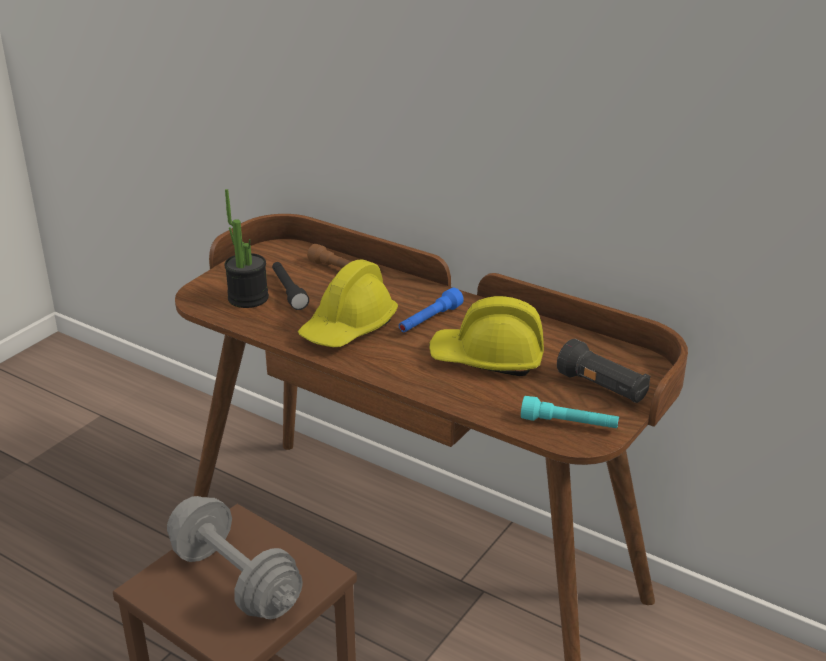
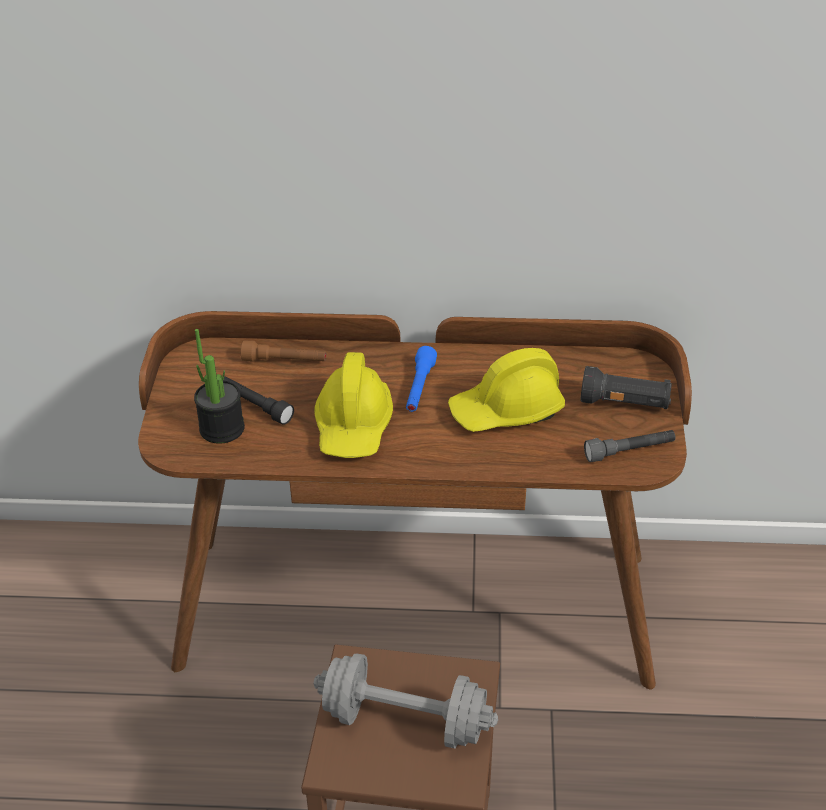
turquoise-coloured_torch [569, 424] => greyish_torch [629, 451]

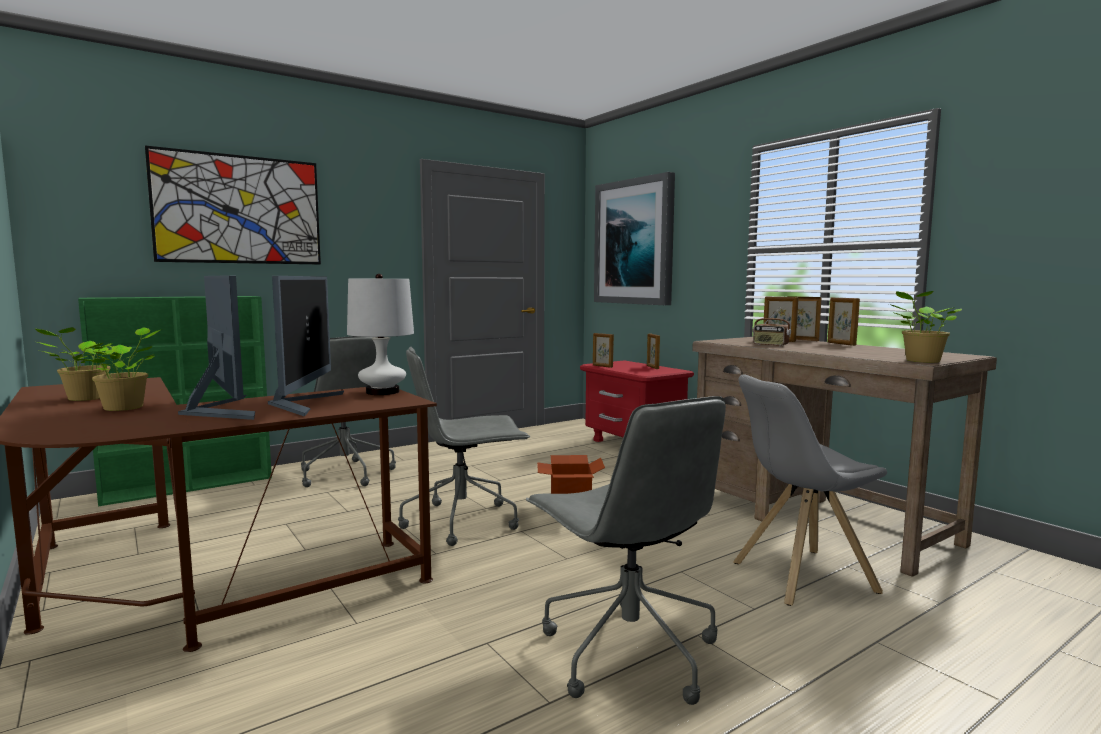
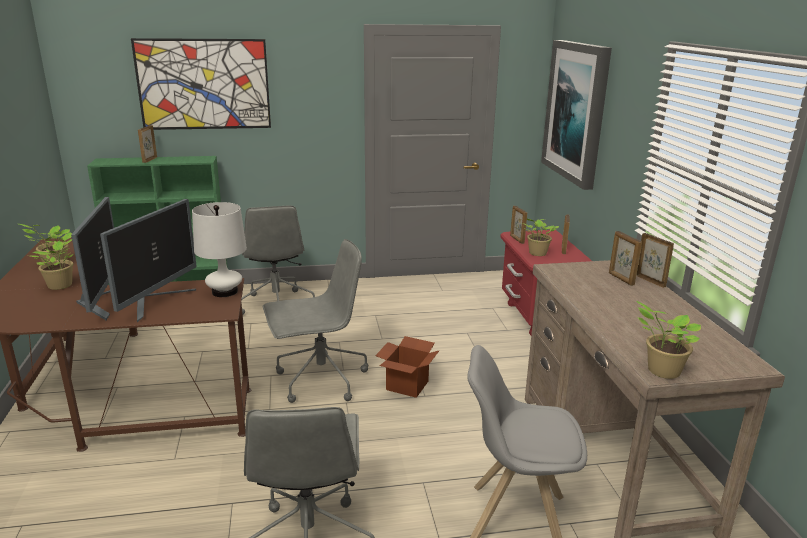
radio_set [770, 345] => nothing
nothing => houseplant [537, 253]
photo_frame [841, 344] => photo_frame [149, 160], move
greyish_desk_chair [467, 521] => greyish_desk_chair [317, 381], 150 degrees clockwise

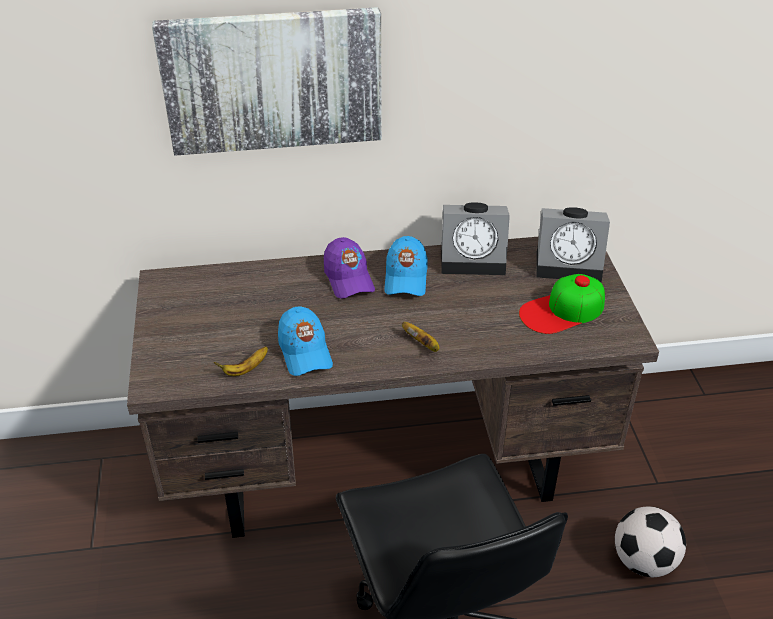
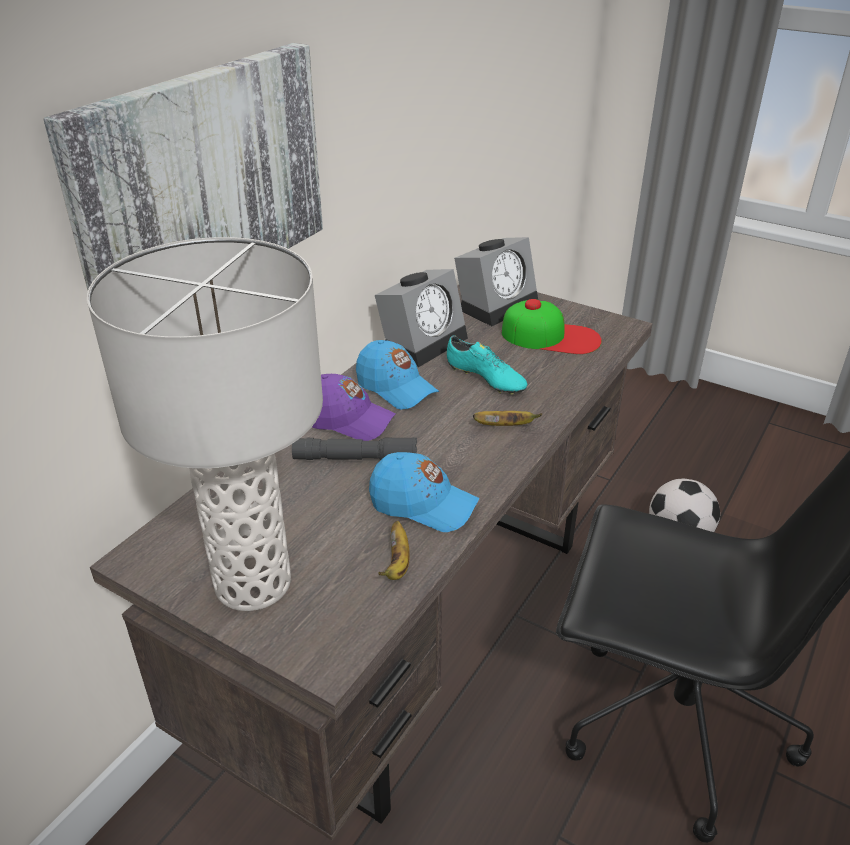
nothing => white_lamp_for_a_table [252, 581]
nothing => greyish_torch [355, 459]
nothing => turquoise-coloured_item_of_footwear [485, 379]
cap [562, 310] => cap [551, 336], 90 degrees counterclockwise

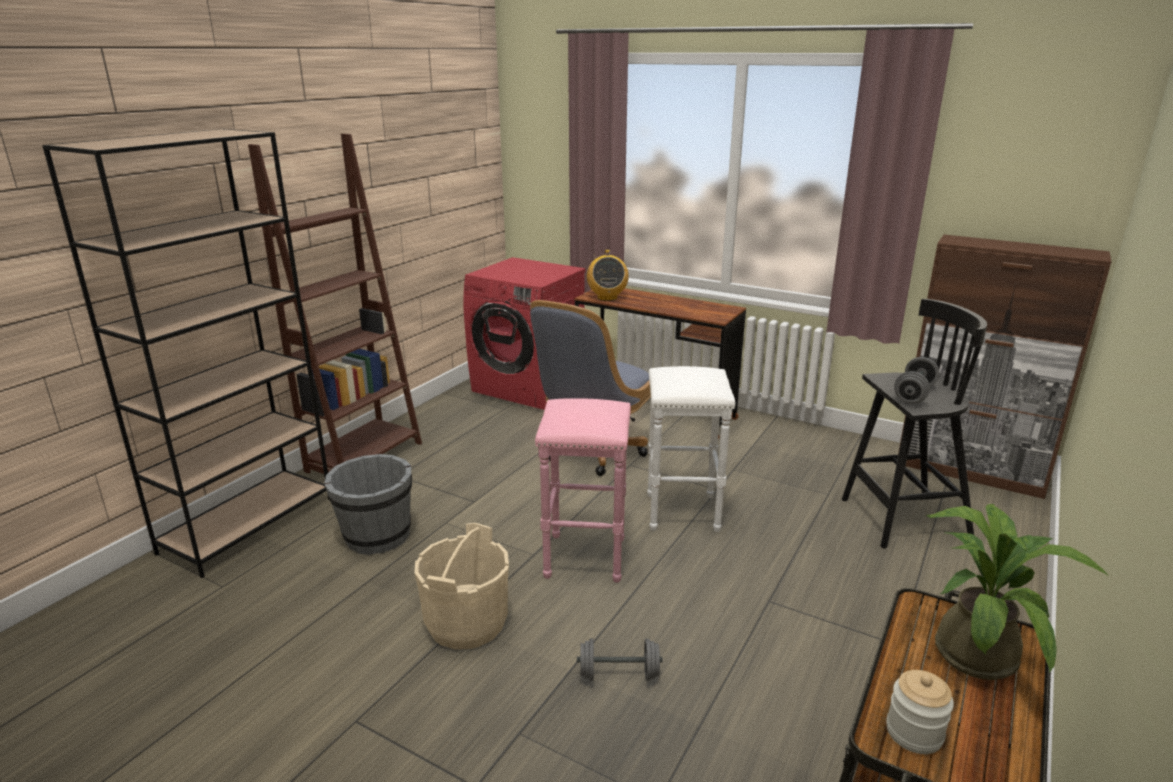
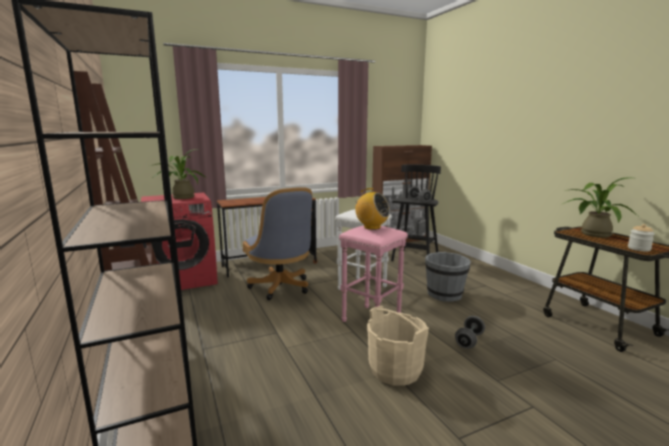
nothing => houseplant [181, 197]
greyish_pail [376, 536] => greyish_pail [445, 294], move
radio_set [607, 298] => radio_set [371, 227], move

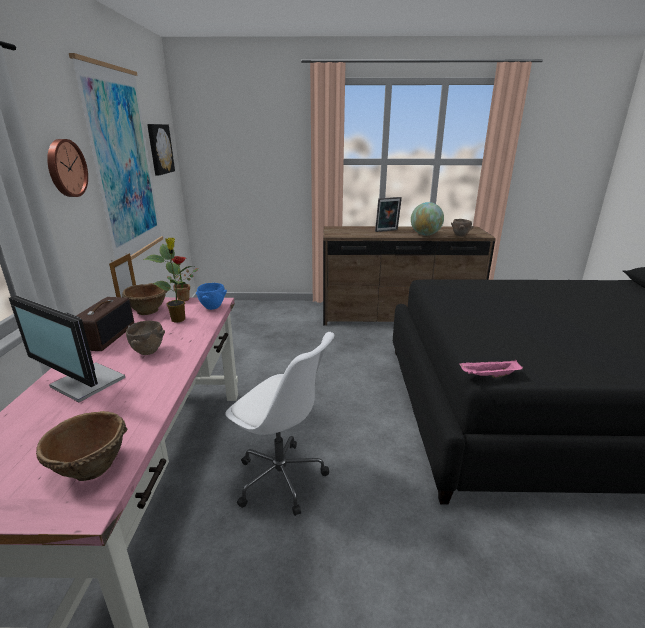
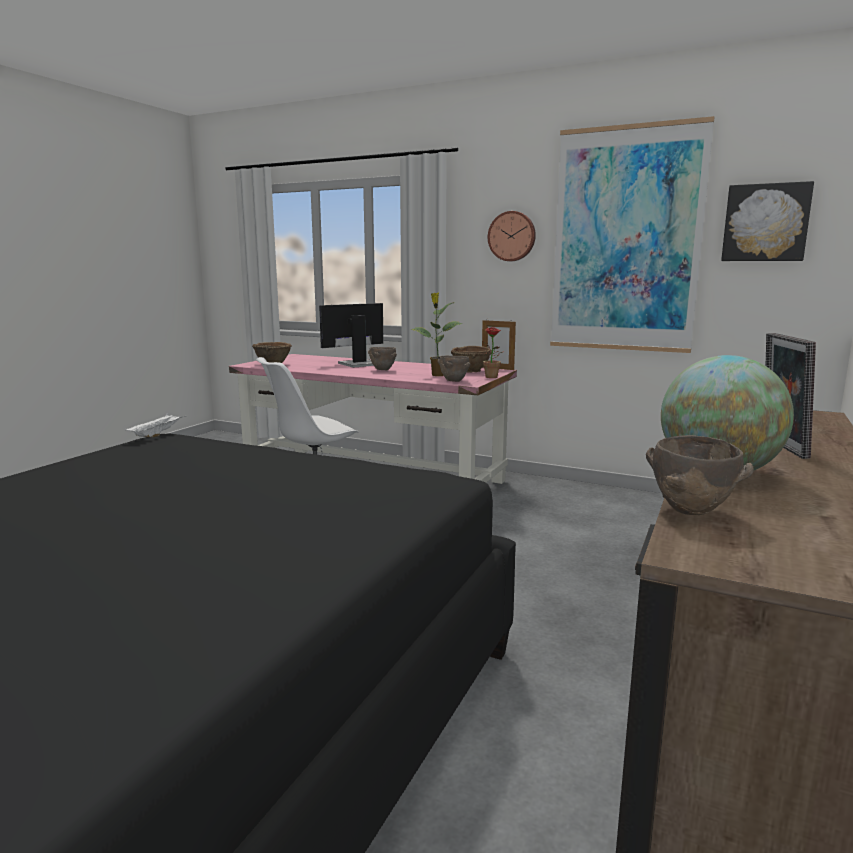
radio_set [107, 336] => nothing
blue_serving_bowl [212, 308] => brown_serving_bowl [454, 381]
pink-coloured_carrying_tray [488, 376] => white_carrying_tray [157, 434]

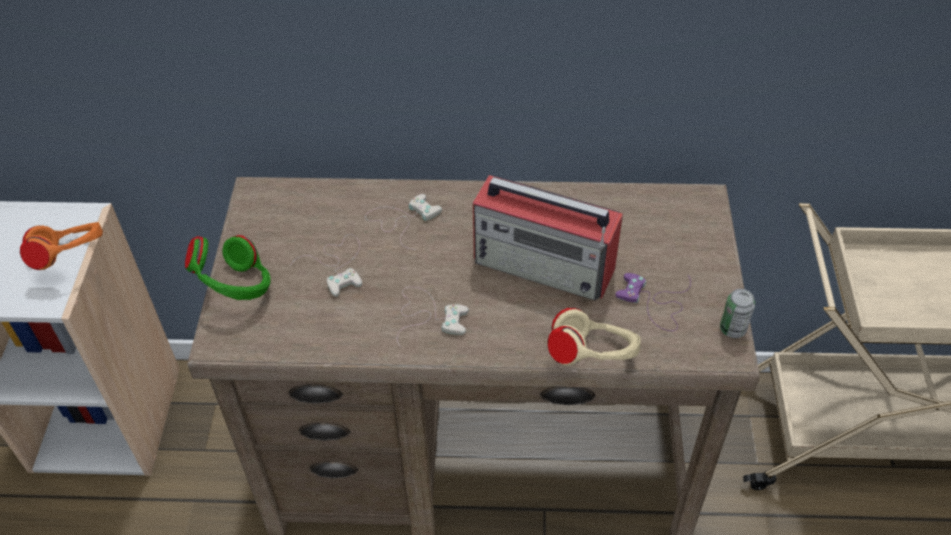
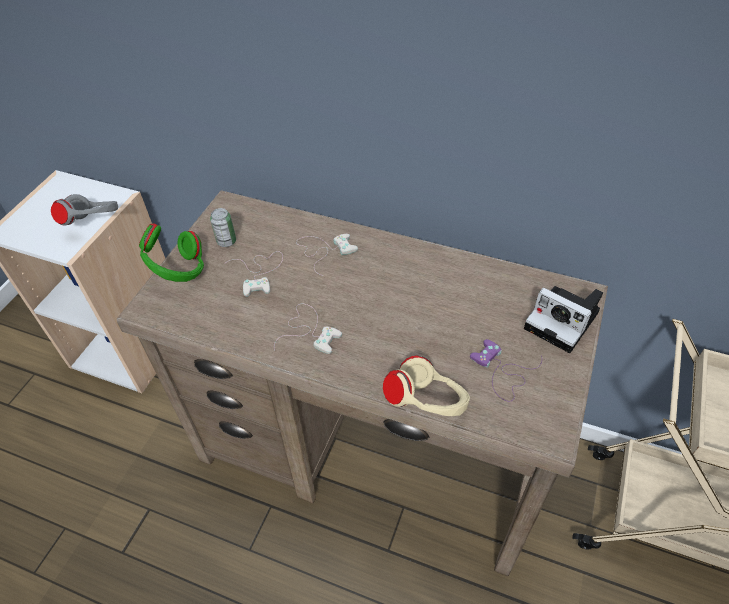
radio_set [545, 265] => nothing
nothing => still_camera [564, 321]
can [732, 329] => can [226, 241], move
orange_headset [71, 258] => greyish_headset [94, 223]

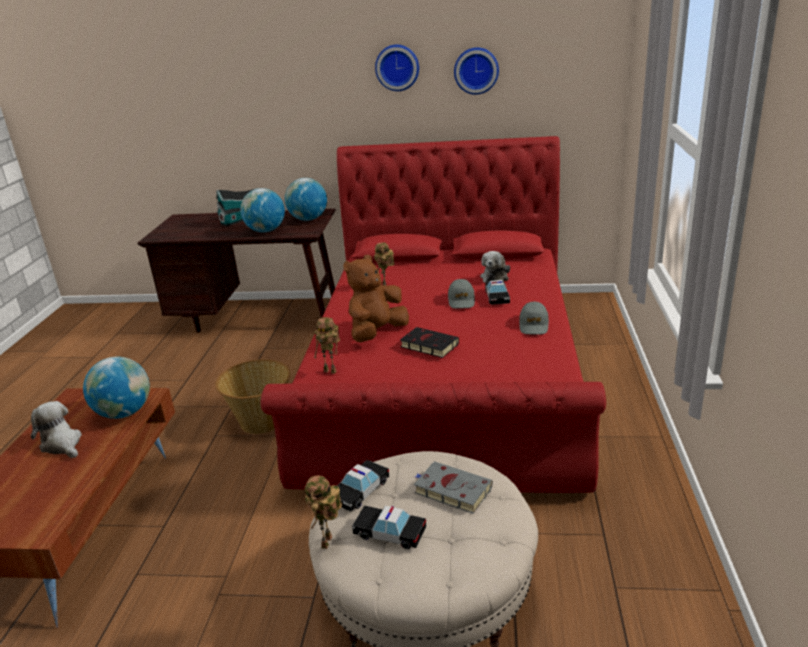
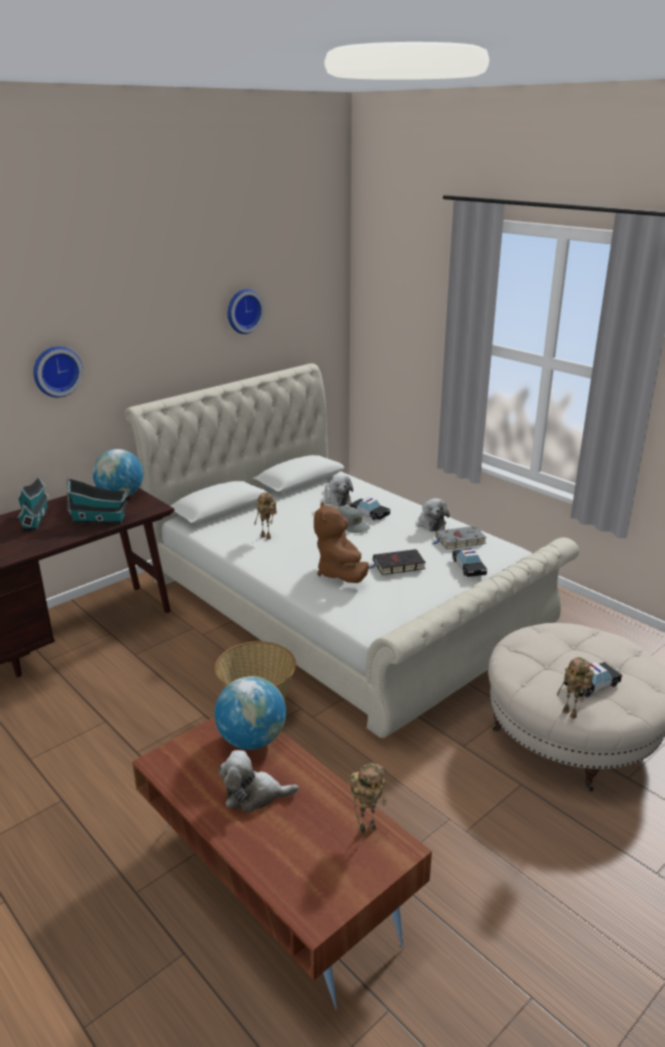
toy_robot [331, 371] => toy_robot [367, 828], move
model_car [360, 491] => model_car [468, 567], move
clock_on_the_wall [397, 67] => clock_on_the_wall [56, 371], move
greyish_bound_book [451, 490] => greyish_bound_book [459, 540], move
globe [266, 231] => miniature_house [101, 520]
greyish_cap [534, 325] => soft_toy [431, 523]
red-coloured_bed [445, 377] => beige-coloured_bed [342, 602]

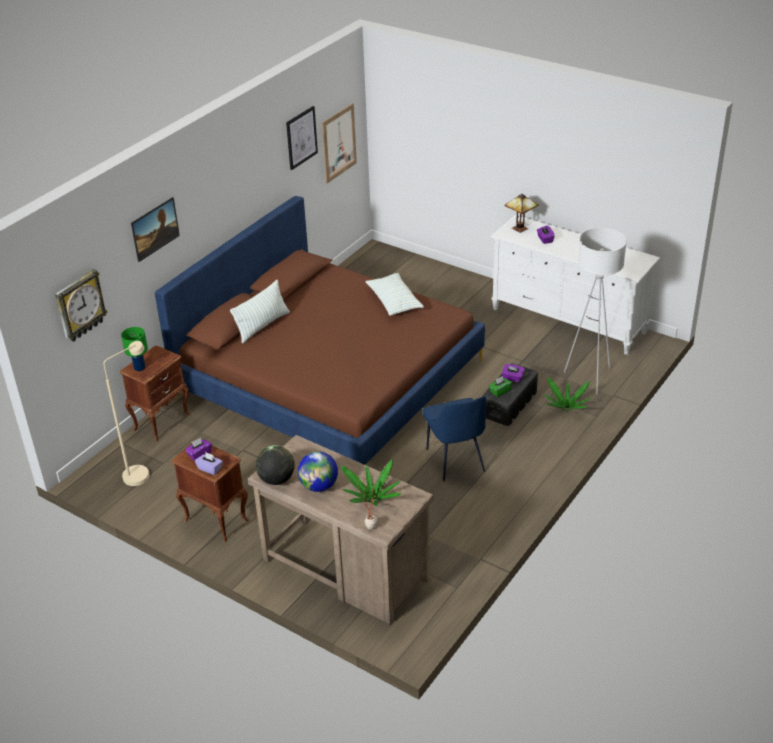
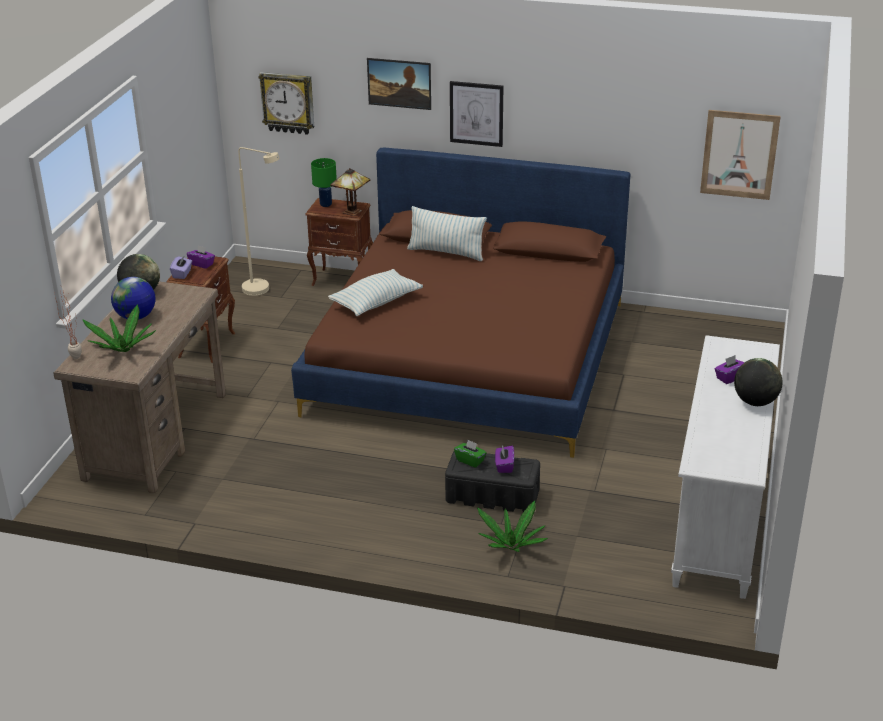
blue_chair [456, 460] => nothing
white_floor_lamp [589, 378] => nothing
nothing => globe [755, 402]
wall_art [301, 137] => wall_art [476, 113], move
throw_pillow [394, 302] => throw_pillow [376, 302], move
lamp_for_a_table [521, 228] => lamp_for_a_table [352, 212], move

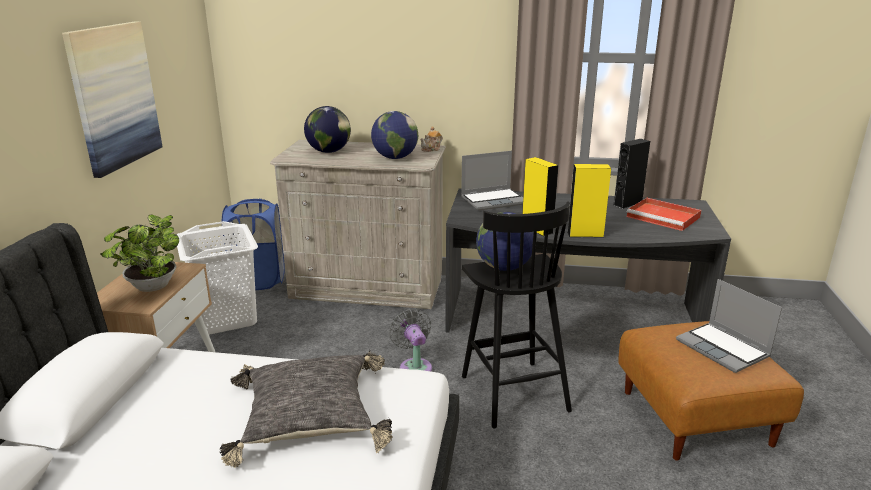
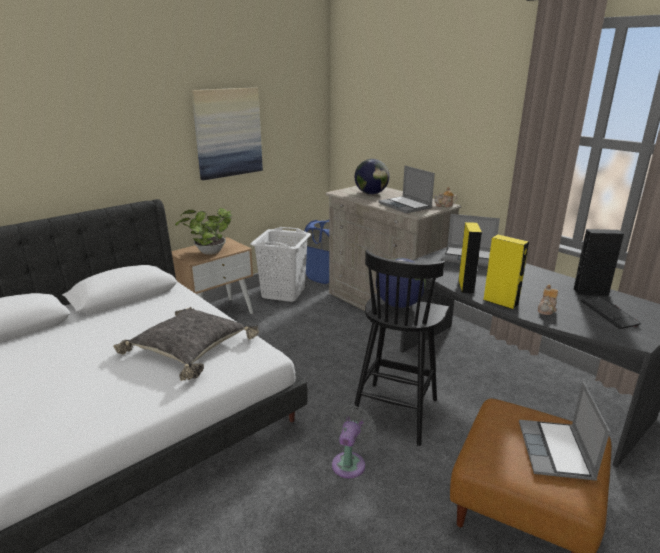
nothing => teapot [546, 310]
greyish_electric_fan [414, 366] => greyish_electric_fan [349, 462], move
globe [395, 158] => notebook_computer [406, 206]
red-coloured_carrying_tray [664, 217] => PC_keyboard [608, 313]

